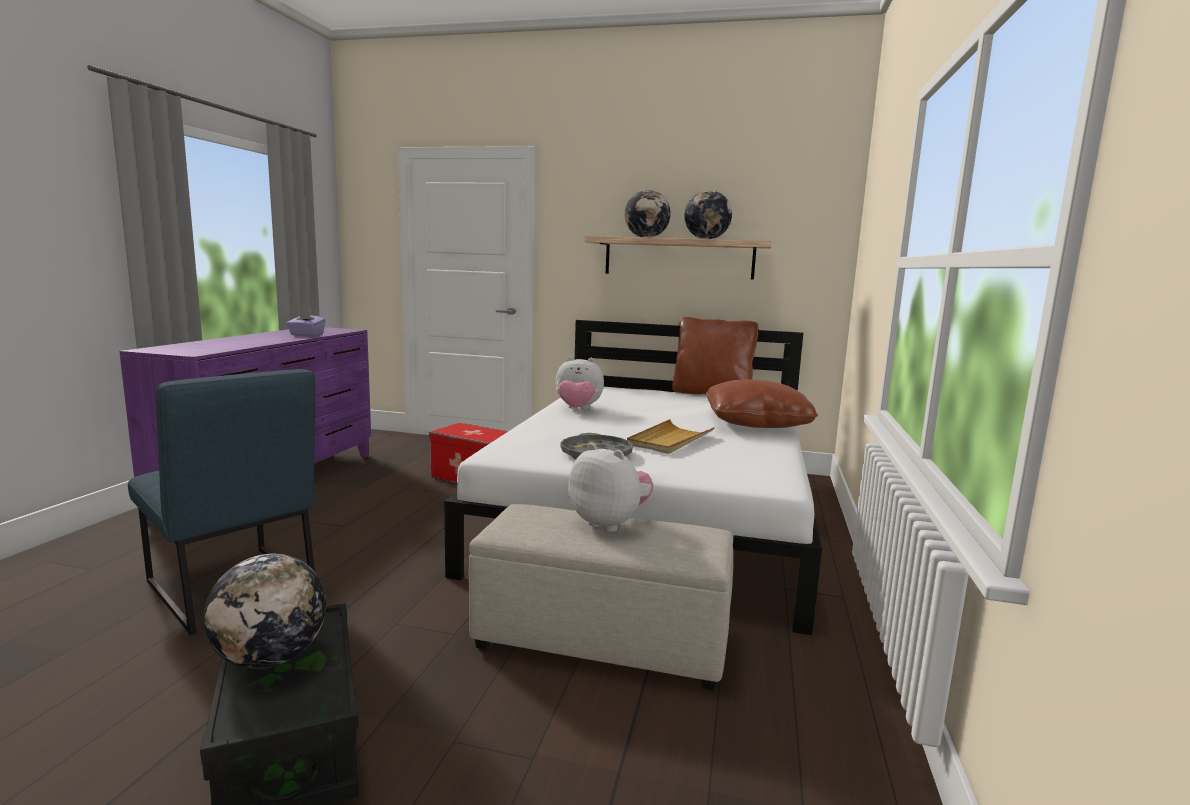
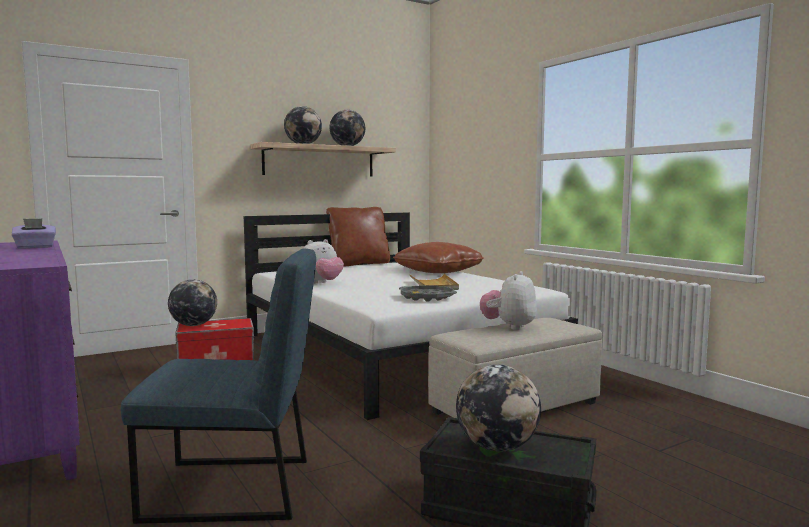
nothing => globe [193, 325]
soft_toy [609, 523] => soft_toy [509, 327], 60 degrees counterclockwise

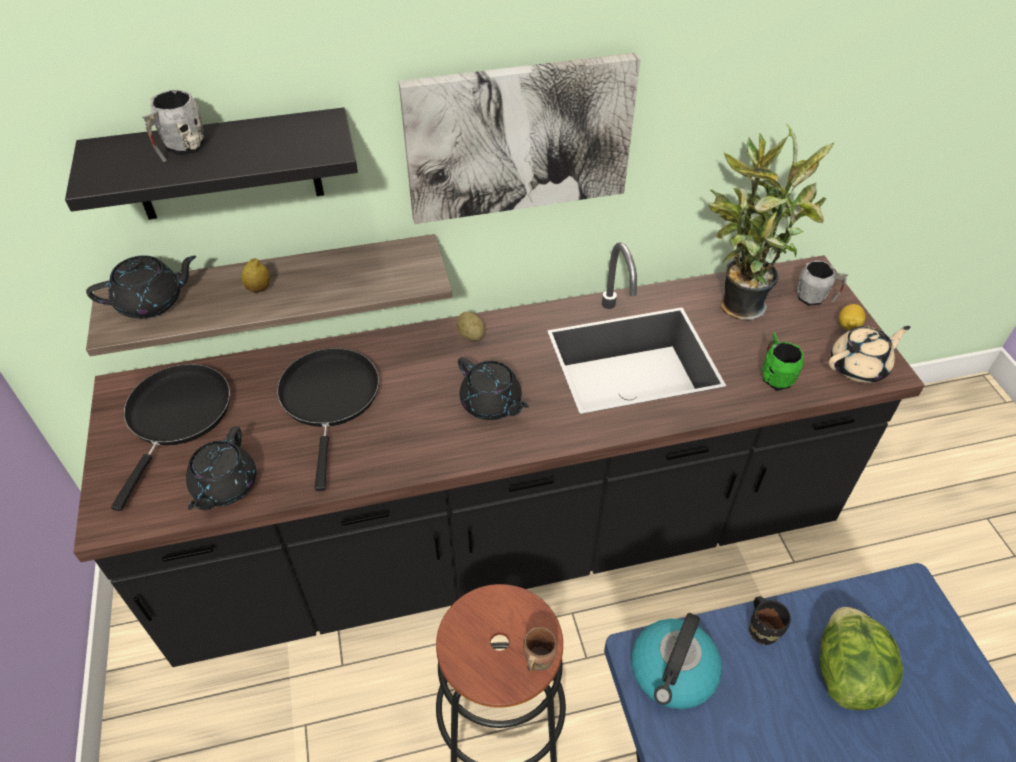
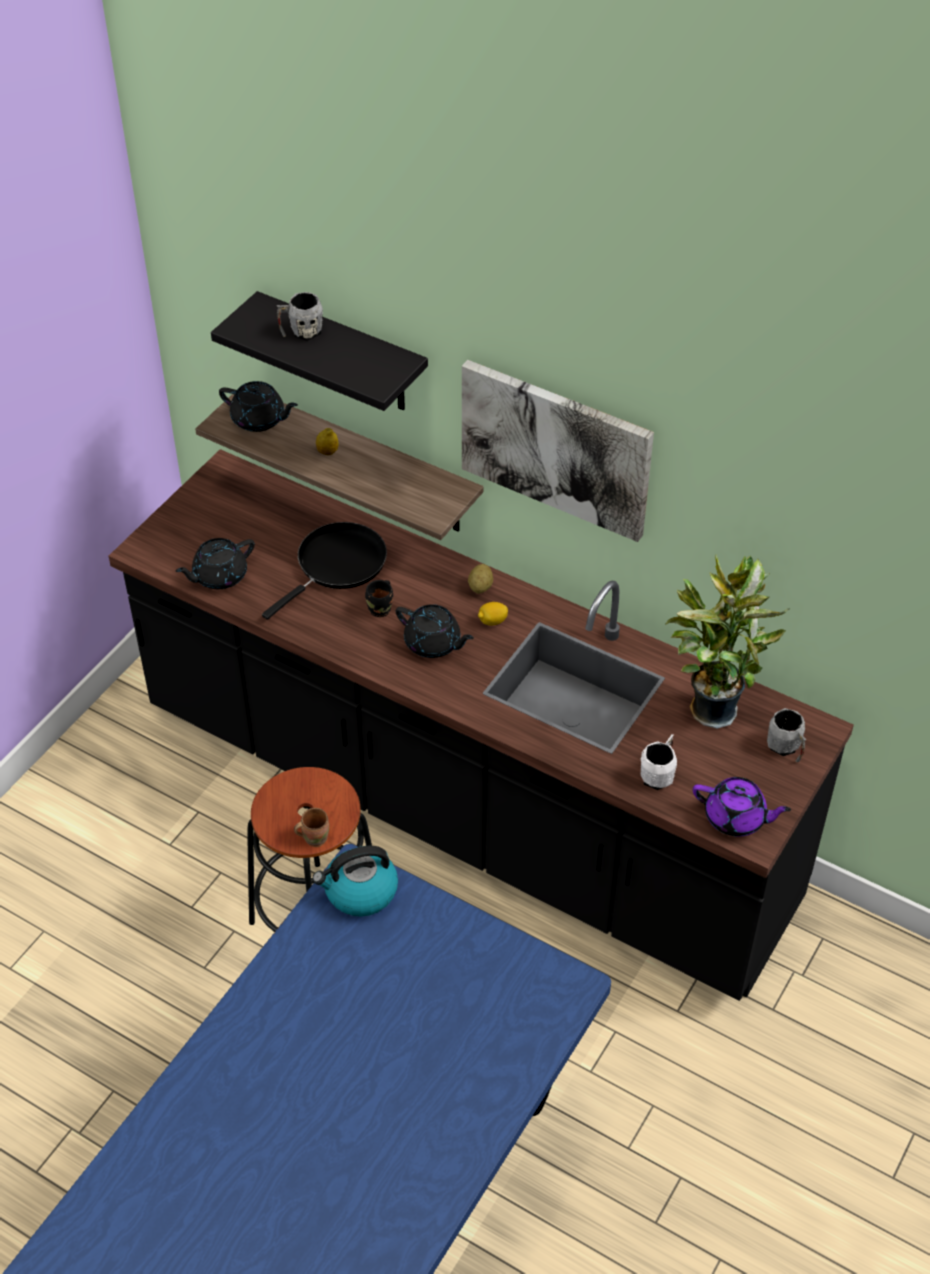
blackish_skillet [177, 416] => nothing
lettuce_head [846, 672] => nothing
blackish_mug [763, 630] => blackish_mug [382, 609], move
whole_lemon [848, 325] => whole_lemon [492, 621], move
greenish_mug [775, 376] => white_mug [659, 774]
beige-coloured_teapot [859, 366] => purplish_teapot [736, 818]
blackish_teapot [491, 404] => blackish_teapot [433, 643], 60 degrees counterclockwise

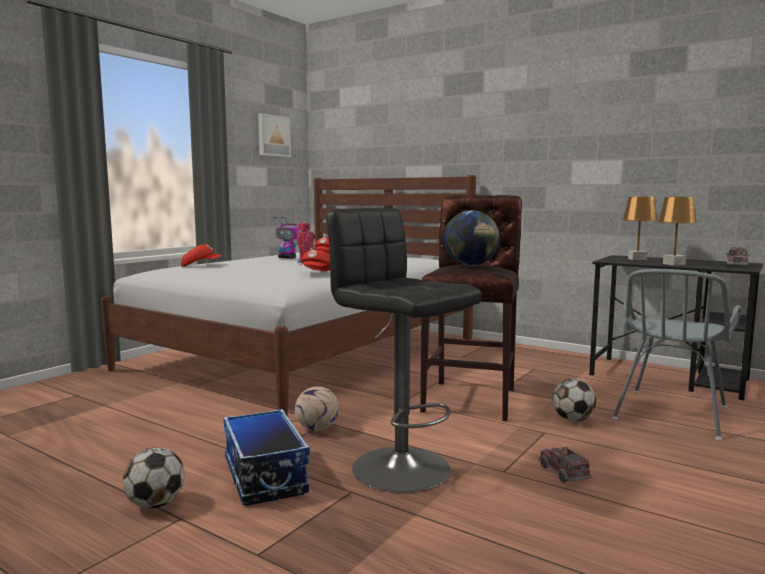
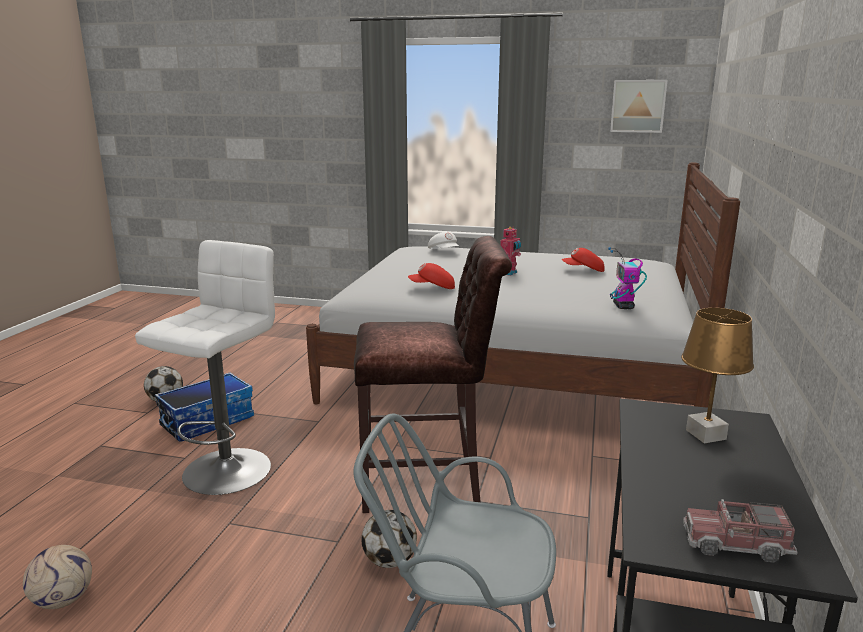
globe [471, 265] => nothing
model_truck [563, 473] => nothing
brown_lamp_for_a_table [674, 264] => nothing
toy_robot [287, 258] => toy_robot [623, 306], move
football_ball [317, 429] => football_ball [64, 599], move
red-coloured_cap [201, 266] => white_cap [444, 252]
blackish_stool_seat [401, 468] => white_stool_seat [228, 470]

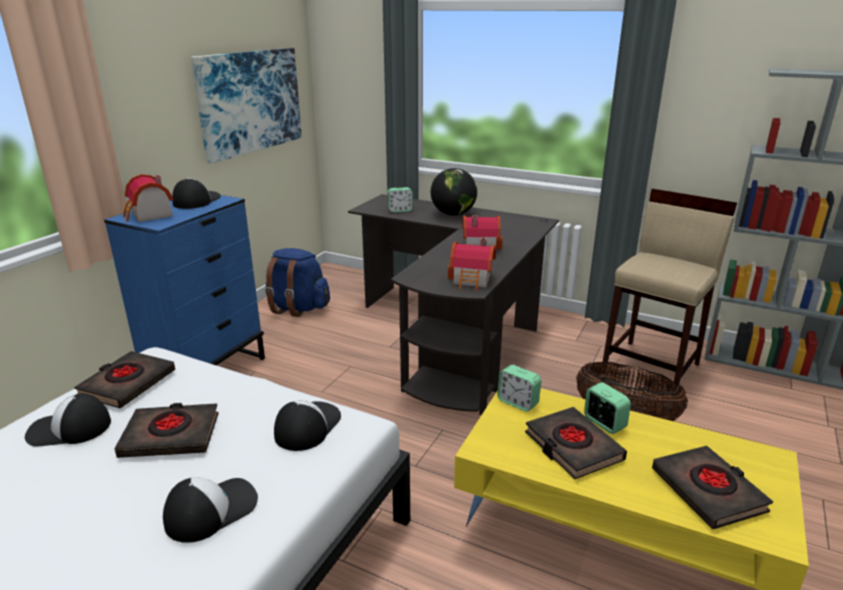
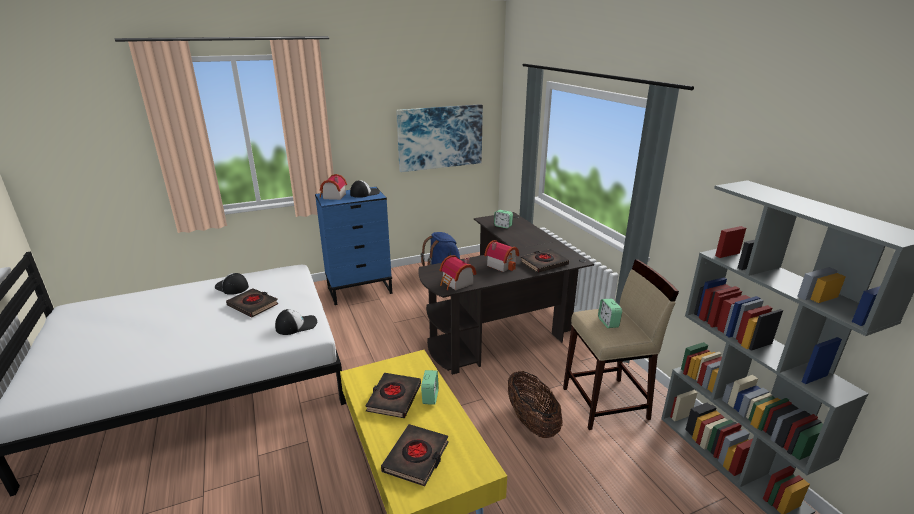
cap [211, 509] => nothing
globe [453, 214] => nothing
blackish_bound_book [127, 384] => blackish_bound_book [544, 263], move
bedside_clock [518, 402] => bedside_clock [608, 322], move

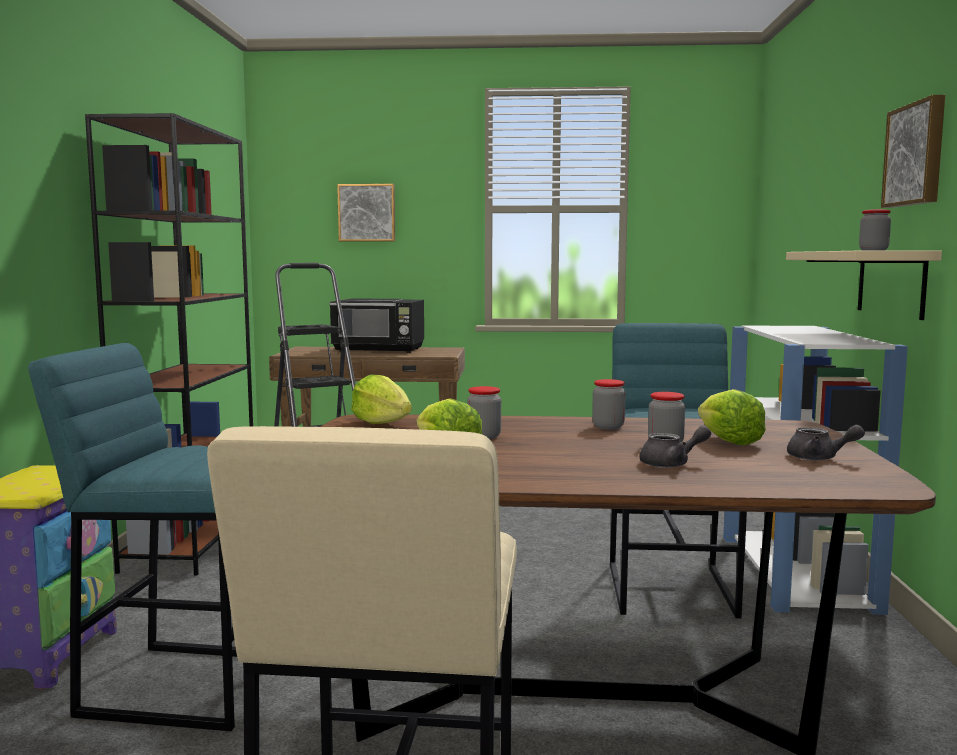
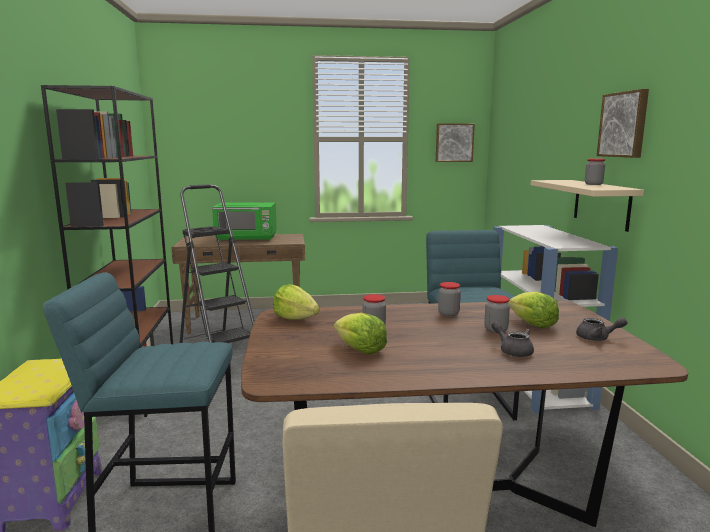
wall_art [367, 213] => wall_art [454, 142], move
blackish_kitchen_microwave [379, 350] => greenish_kitchen_microwave [247, 238]
greyish_teapot [672, 464] => greyish_teapot [513, 350], 105 degrees counterclockwise

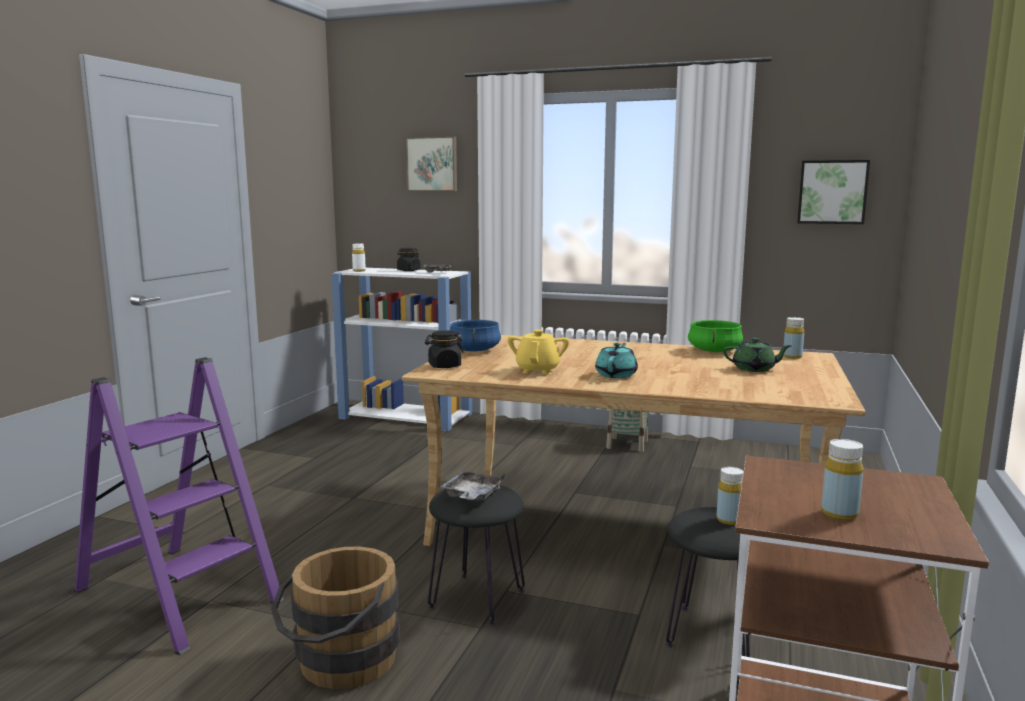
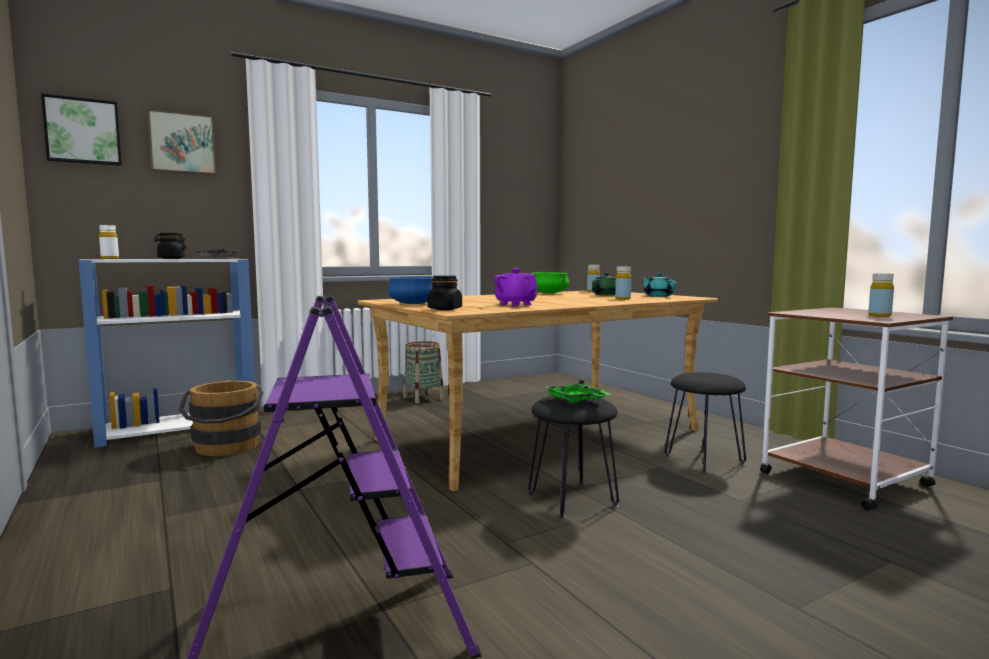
brown_pail [340, 664] => brown_pail [226, 448], move
turquoise-coloured_teapot [616, 375] => turquoise-coloured_teapot [658, 296], move
yellowish_drink_bottle [729, 520] => yellowish_drink_bottle [622, 299], move
wall_art [832, 192] => wall_art [83, 131], move
greyish_carrying_tray [472, 495] => greenish_carrying_tray [576, 400]
yellowish_teapot [538, 370] => purplish_teapot [515, 304]

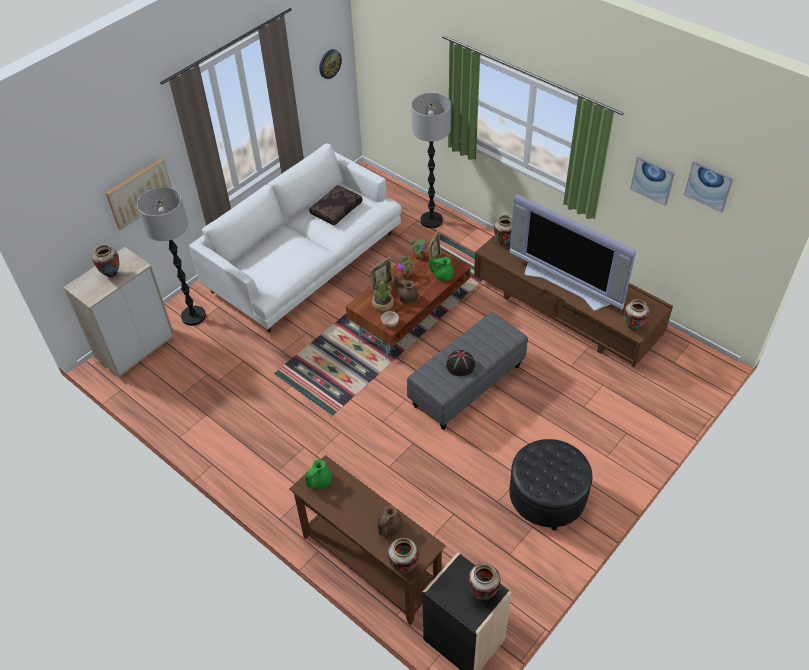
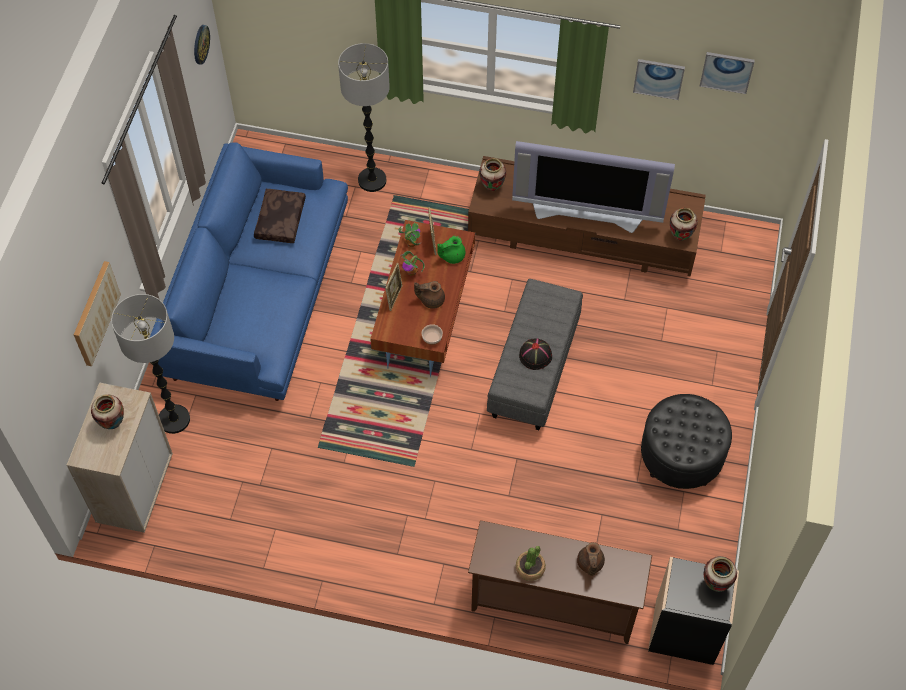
greenish_teapot [318, 481] => nothing
vase [404, 567] => nothing
houseplant [383, 304] => houseplant [530, 568], move
white_settee [303, 263] => blue_settee [258, 296]

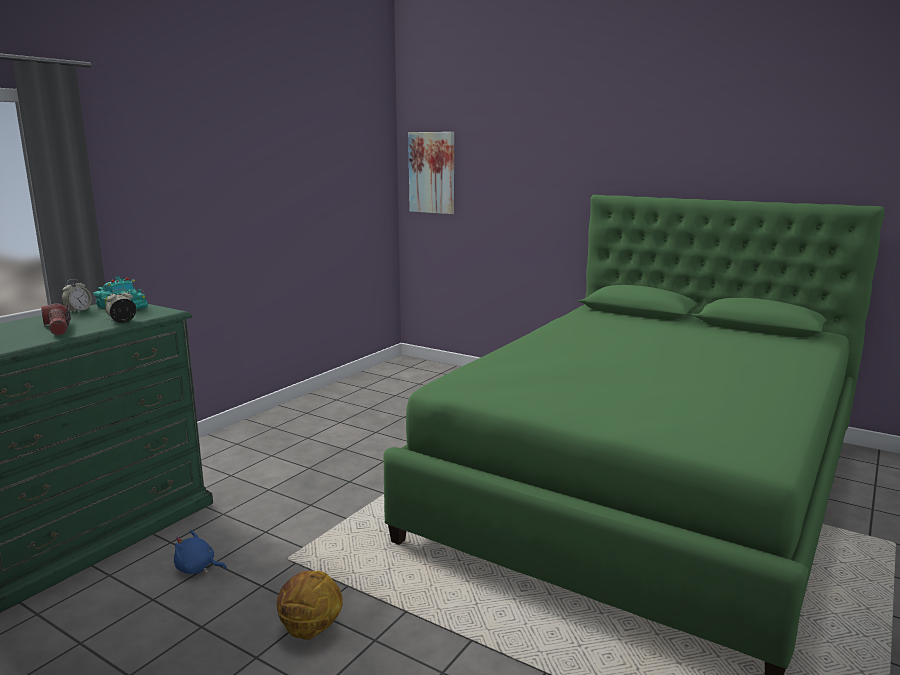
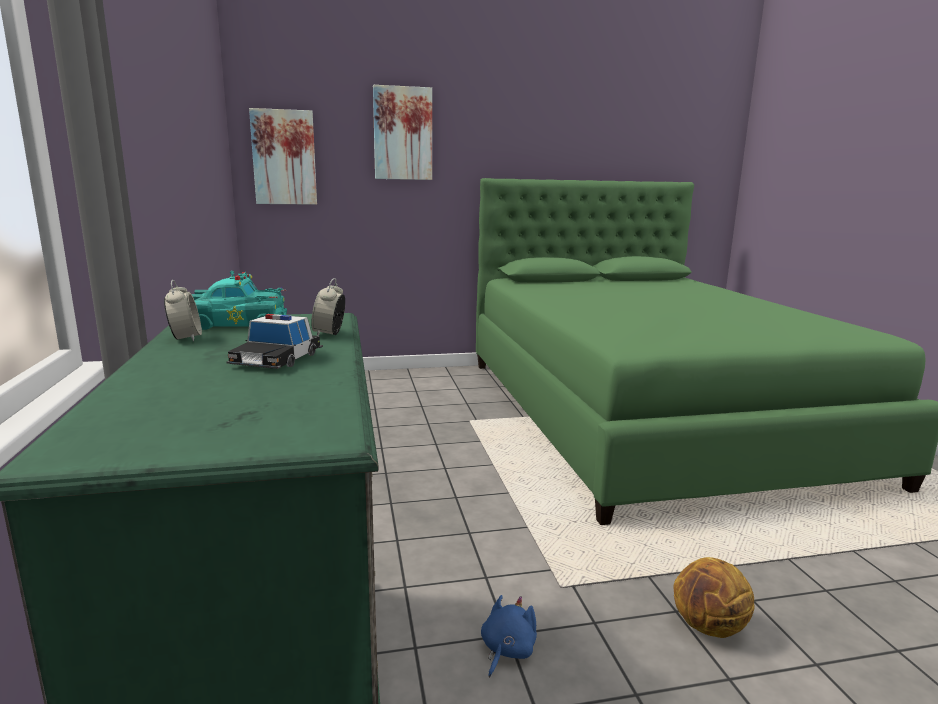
nothing => wall_art [403, 133]
torch [58, 328] => model_car [277, 359]
blue_soft_toy [197, 568] => blue_soft_toy [506, 650], 150 degrees clockwise

